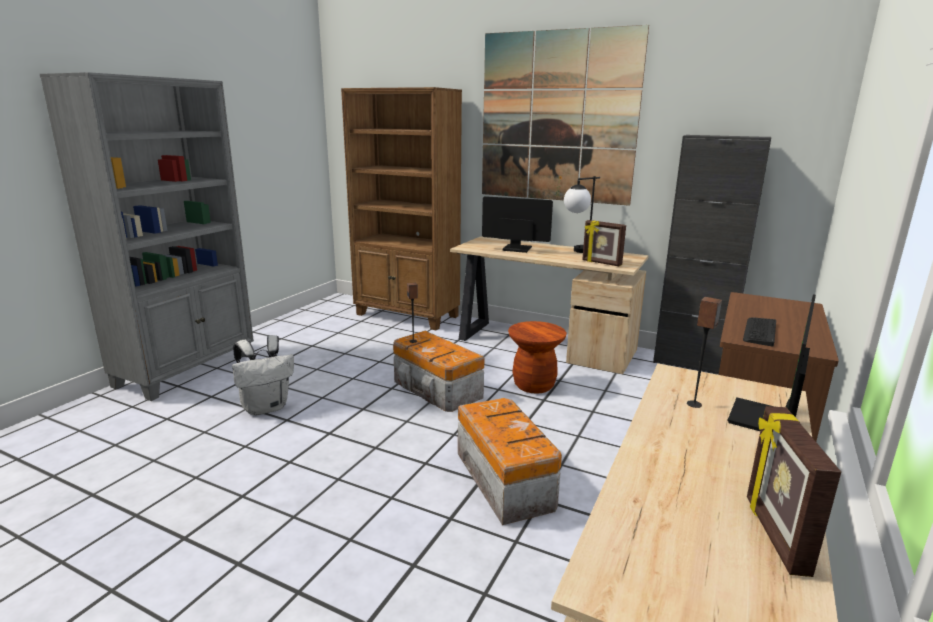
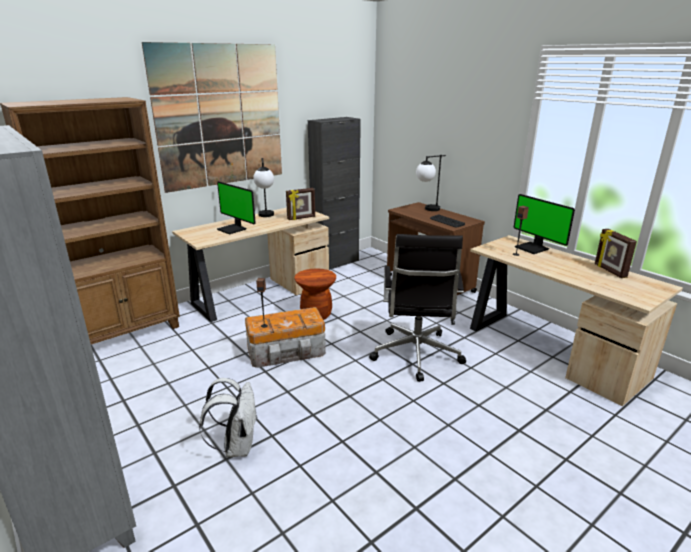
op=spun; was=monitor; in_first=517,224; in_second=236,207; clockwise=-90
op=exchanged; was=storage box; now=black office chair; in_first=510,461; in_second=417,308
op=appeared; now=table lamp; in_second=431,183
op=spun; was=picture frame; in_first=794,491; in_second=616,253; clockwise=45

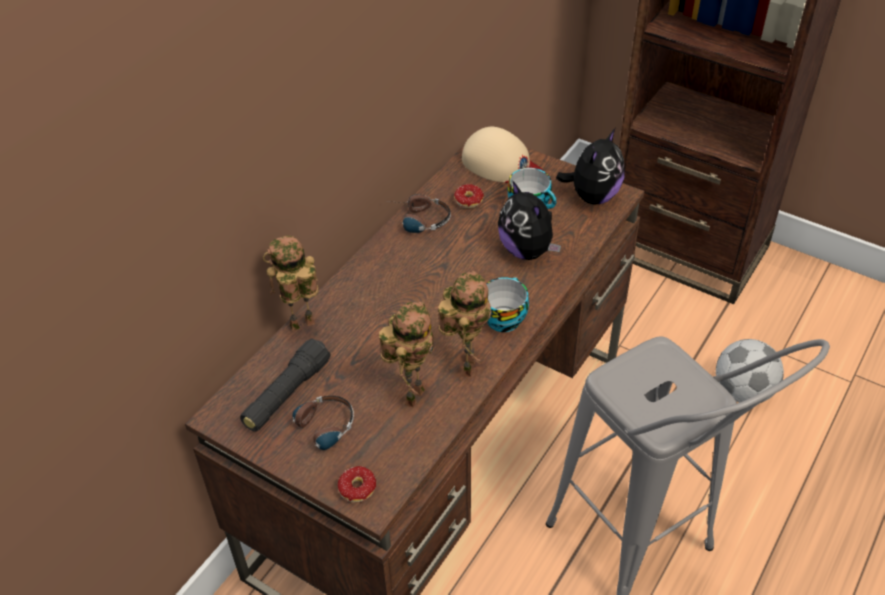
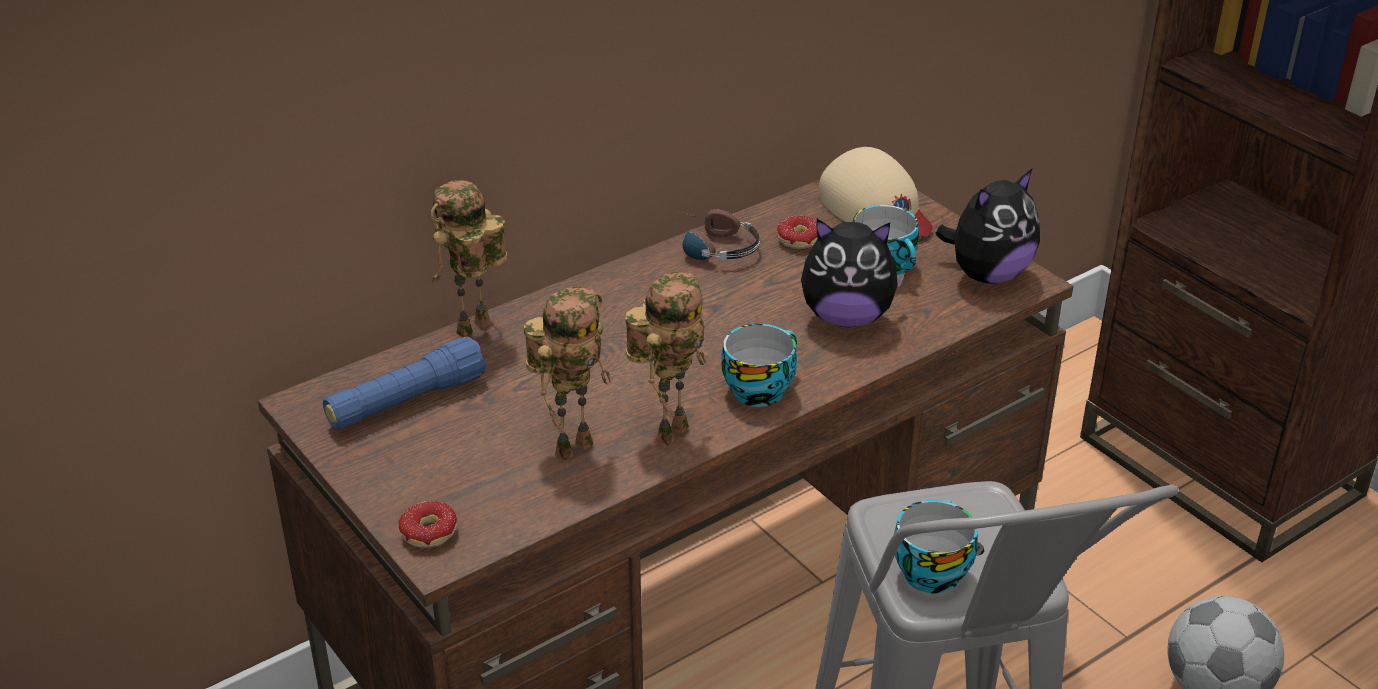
op=colour; was=black flashlight; now=blue flashlight; in_first=285,385; in_second=404,383
op=spun; was=toy robot; in_first=291,283; in_second=468,258; clockwise=-45
op=spun; was=plush toy; in_first=529,220; in_second=853,273; clockwise=-75
op=appeared; now=cup; in_second=936,546
op=missing; was=headphones; in_first=314,423

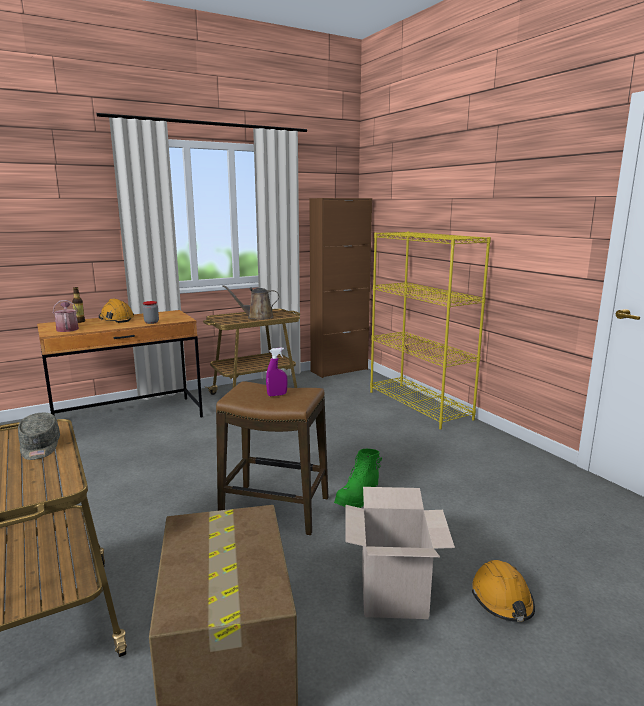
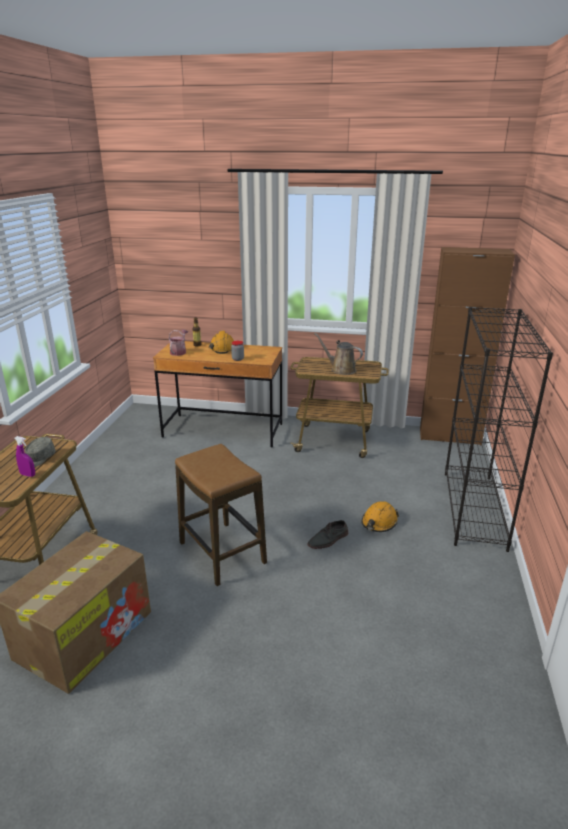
op=relocated; was=purple spray bottle; in_first=277,372; in_second=24,456
op=appeared; now=grey shoe; in_second=328,534
op=relocated; was=orange hard hat; in_first=503,591; in_second=380,516
op=colour; was=yellow bookcase; now=black bookcase; in_first=430,330; in_second=499,429
op=missing; was=green boot; in_first=358,478
op=missing; was=cardboard box; in_first=400,553

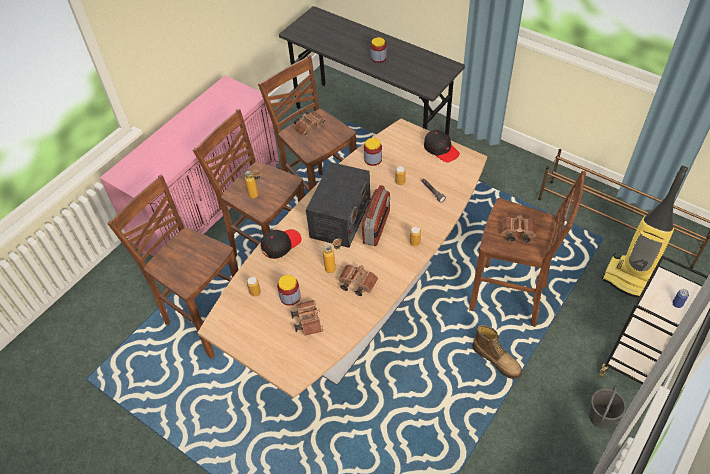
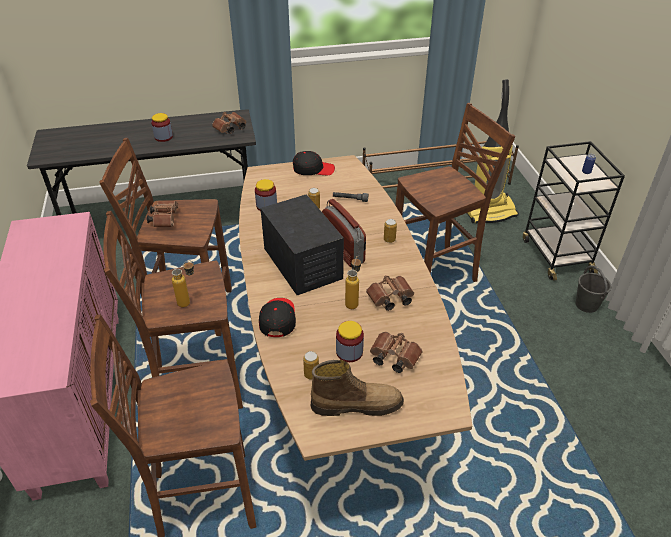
op=relocated; was=brown binoculars; in_first=518,229; in_second=229,123
op=relocated; was=boot; in_first=497,352; in_second=357,388

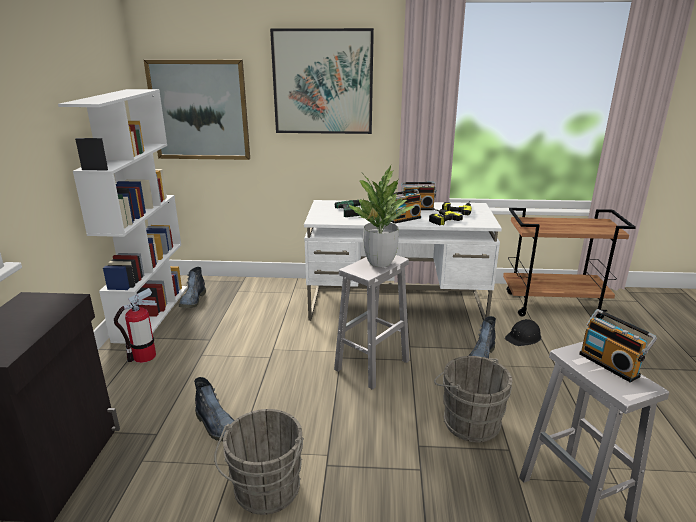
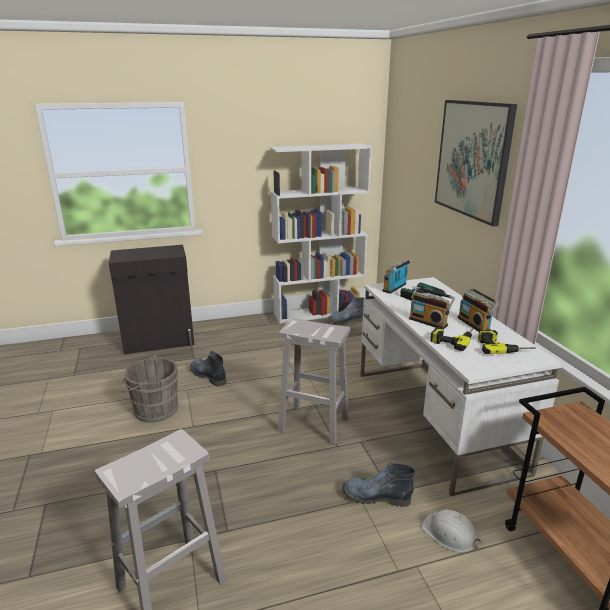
op=spun; was=boot; in_first=214,409; in_second=208,369; clockwise=105
op=relocated; was=radio; in_first=618,346; in_second=397,276
op=colour; was=black hard hat; now=white hard hat; in_first=523,332; in_second=451,531
op=missing; was=fire extinguisher; in_first=135,325
op=missing; was=picture; in_first=197,109
op=missing; was=potted plant; in_first=381,216
op=missing; was=grey bucket; in_first=473,399

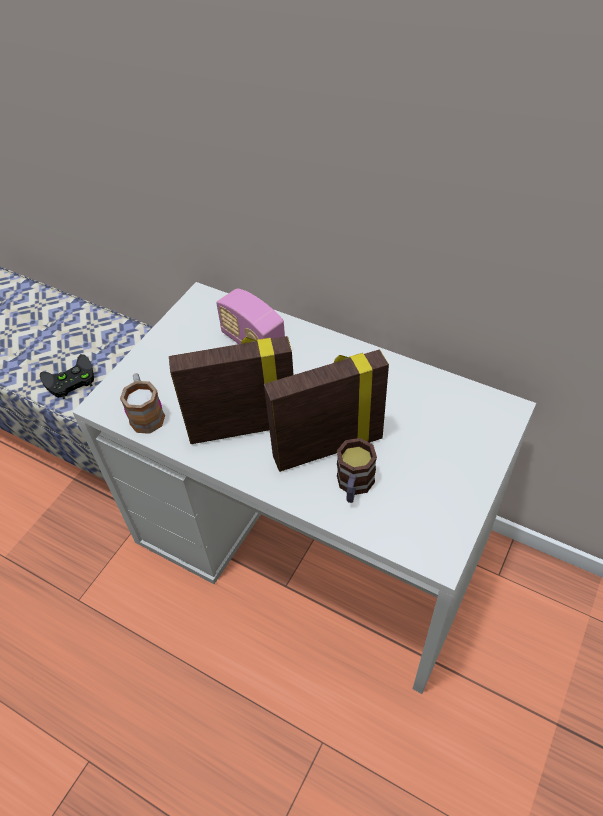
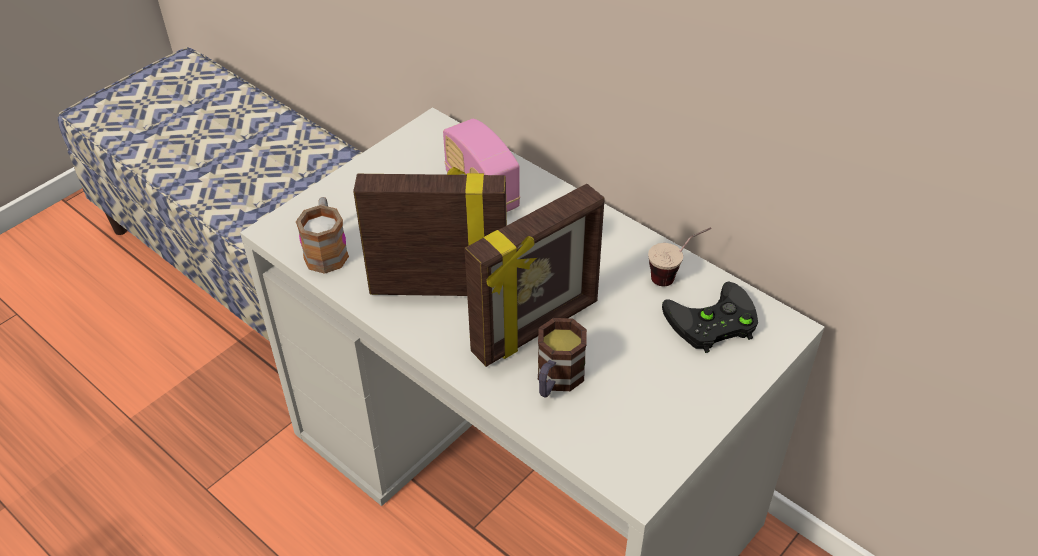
op=spun; was=picture frame; in_first=326,410; in_second=534,275; clockwise=150
op=appeared; now=cup; in_second=679,256
op=relocated; was=black game controller; in_first=67,376; in_second=710,317

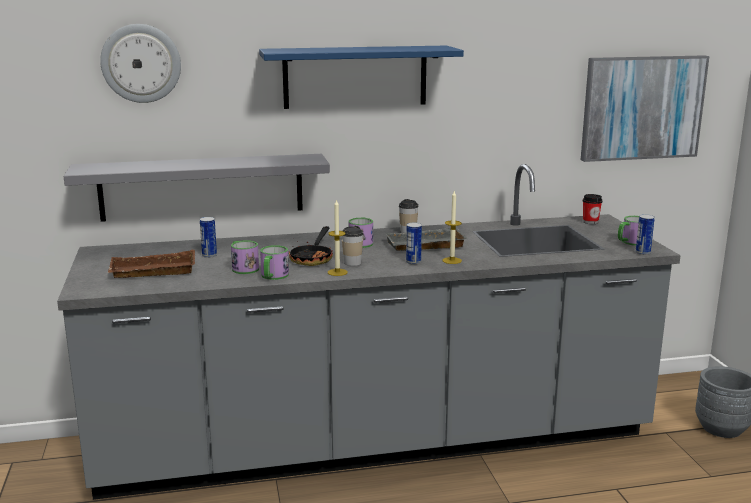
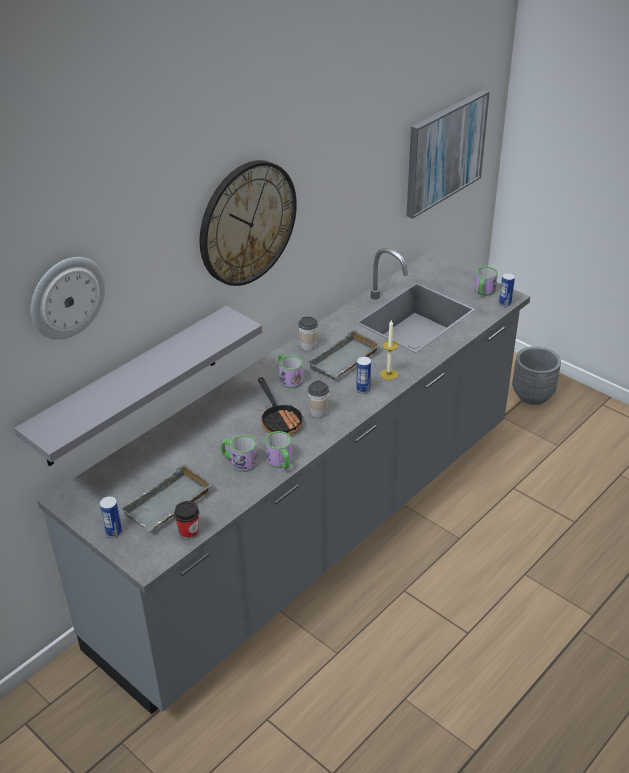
op=relocated; was=can; in_first=208,237; in_second=111,517
op=colour; was=brown tray; now=grey tray; in_first=152,264; in_second=167,497
op=relocated; was=cup; in_first=593,209; in_second=186,520
op=exchanged; was=blue shelf; now=wall clock; in_first=361,77; in_second=248,223
op=missing; was=candle; in_first=338,237

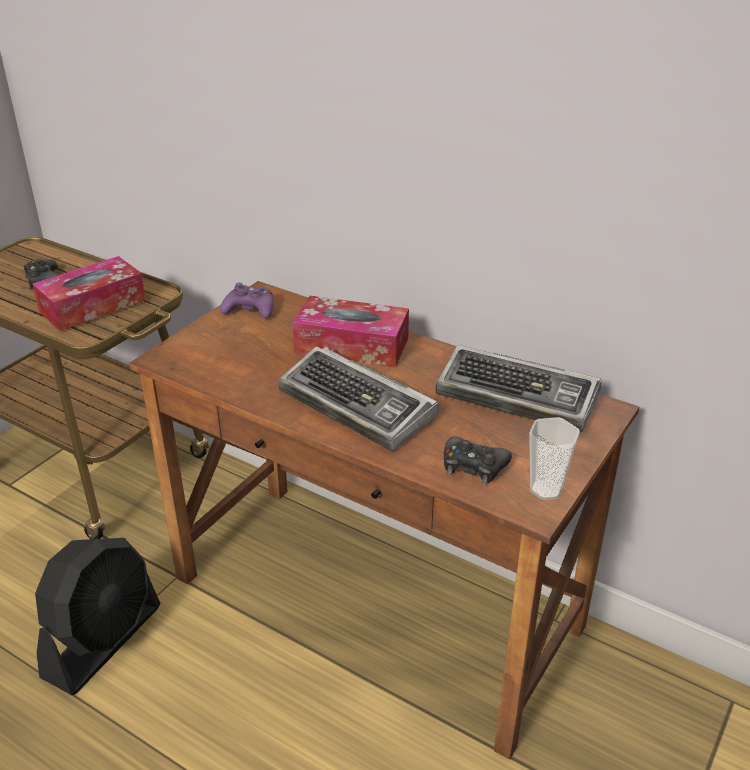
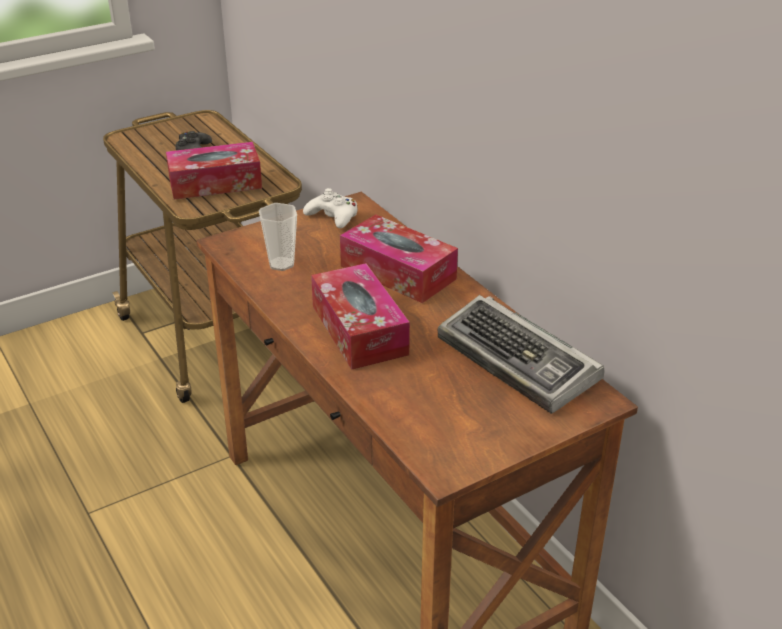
op=relocated; was=cup; in_first=554,458; in_second=278,237
op=colour; was=purple game controller; now=white game controller; in_first=247,301; in_second=330,208
op=exchanged; was=keyboard; now=tissue box; in_first=358,399; in_second=360,316
op=missing; was=black fan; in_first=97,616
op=missing; was=black game controller; in_first=478,460

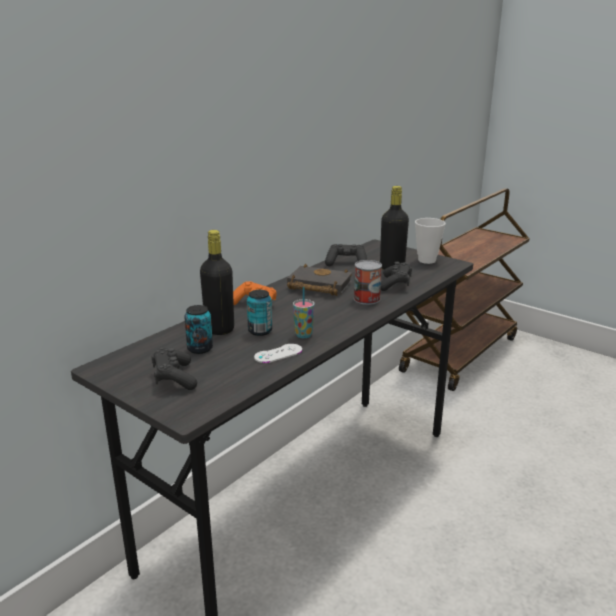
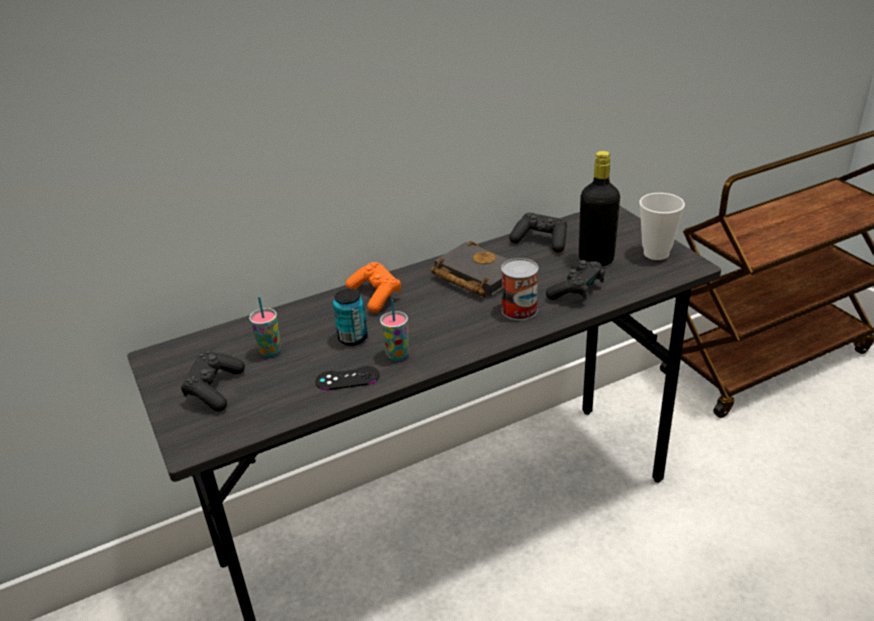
op=exchanged; was=can; now=cup; in_first=198,329; in_second=265,327
op=colour; was=white game controller; now=black game controller; in_first=278,353; in_second=347,378
op=missing; was=black bottle; in_first=217,282

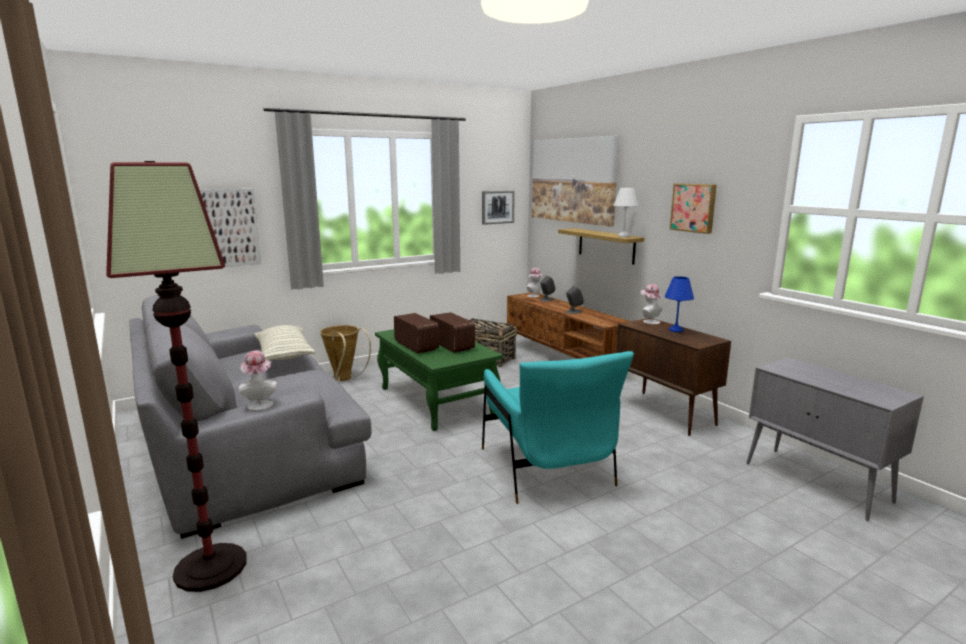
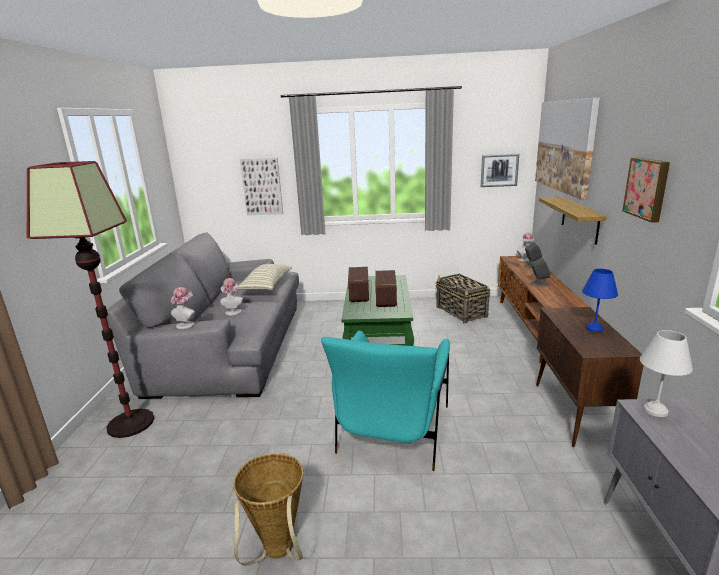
op=relocated; was=hat; in_first=651,304; in_second=231,296
op=relocated; was=basket; in_first=345,353; in_second=268,509
op=relocated; was=white table lamp; in_first=626,212; in_second=666,373

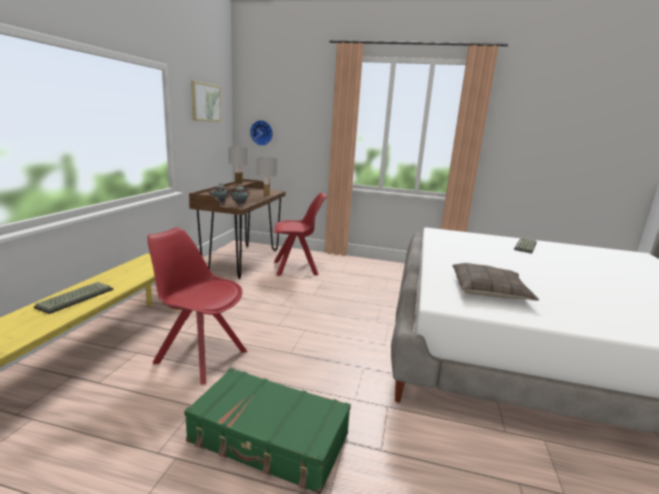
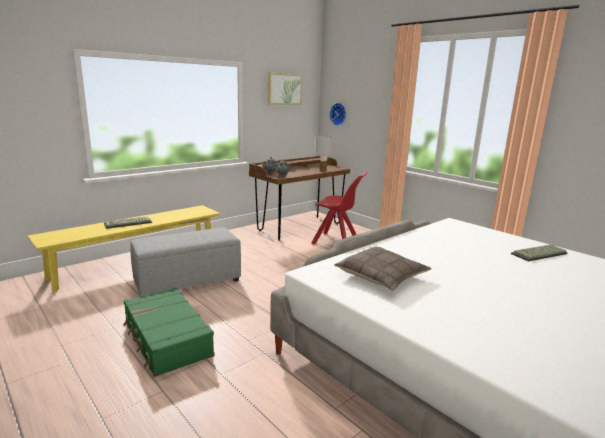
op=exchanged; was=red chair; now=grey ottoman; in_first=197,306; in_second=185,262
op=missing; was=white table lamp; in_first=238,165

